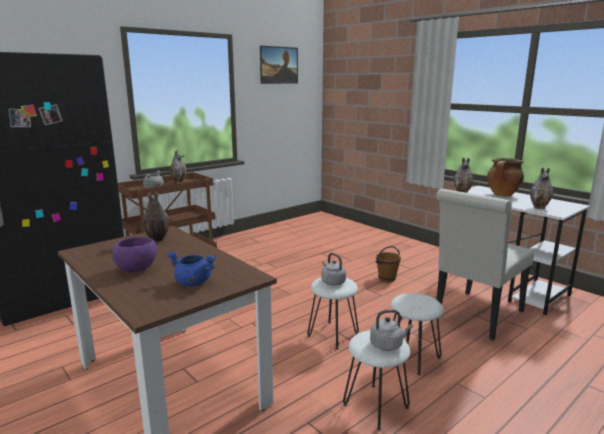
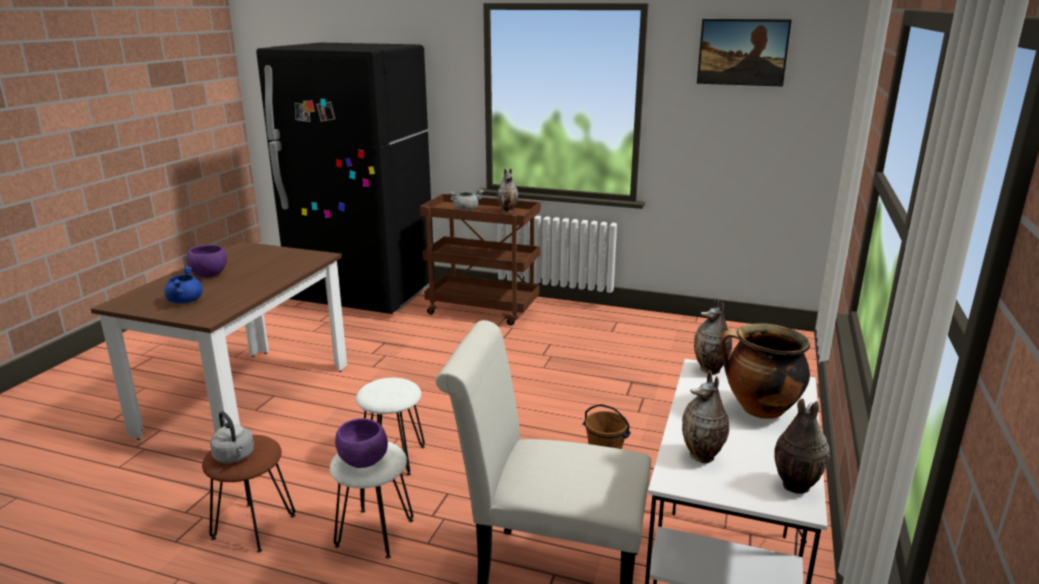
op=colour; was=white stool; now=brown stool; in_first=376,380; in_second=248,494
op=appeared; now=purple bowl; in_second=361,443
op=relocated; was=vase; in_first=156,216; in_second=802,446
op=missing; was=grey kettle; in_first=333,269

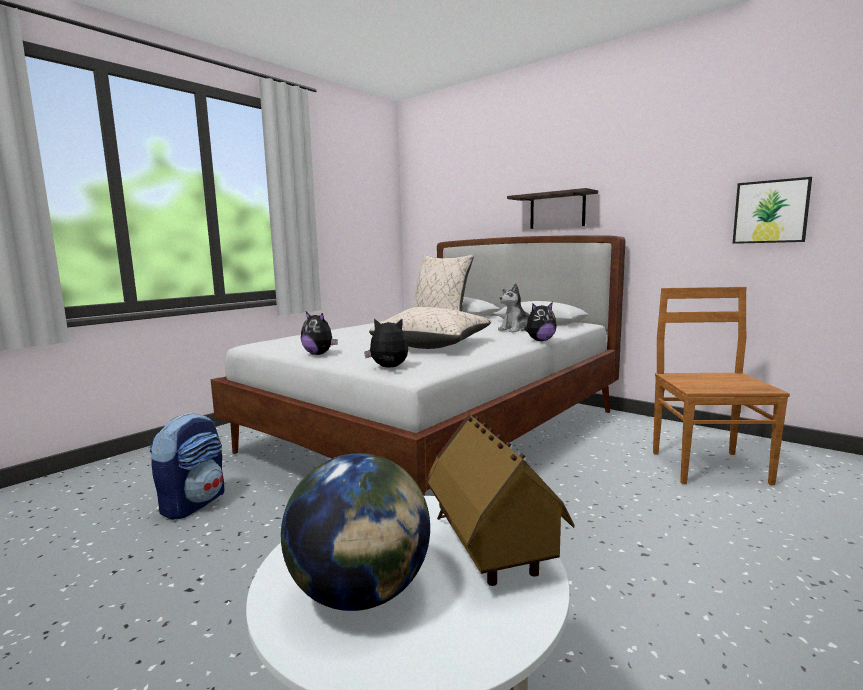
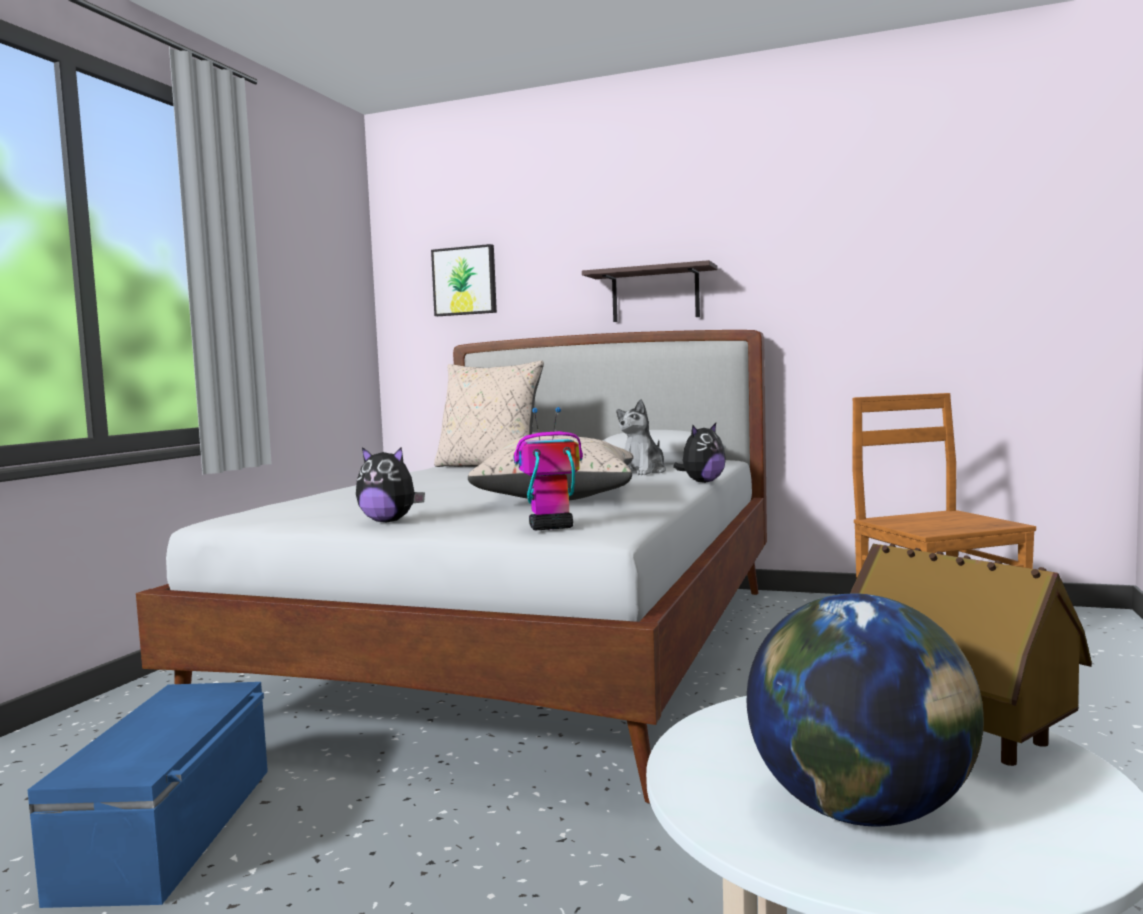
op=exchanged; was=backpack; now=blue storage box; in_first=187,466; in_second=148,795
op=relocated; was=picture; in_first=772,210; in_second=464,280
op=exchanged; was=plush toy; now=toy robot; in_first=386,342; in_second=548,468

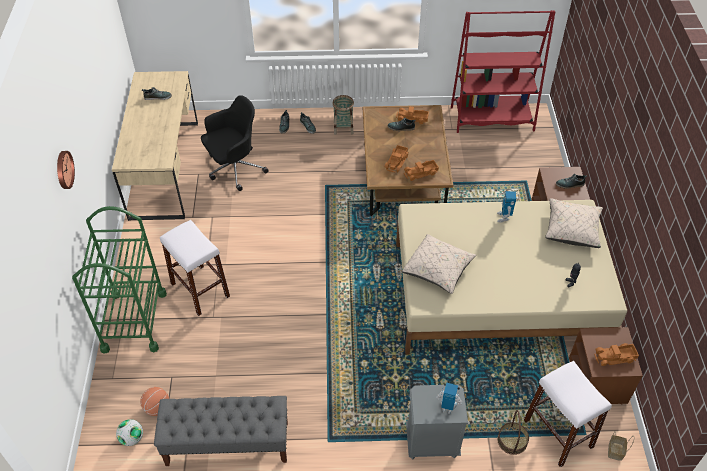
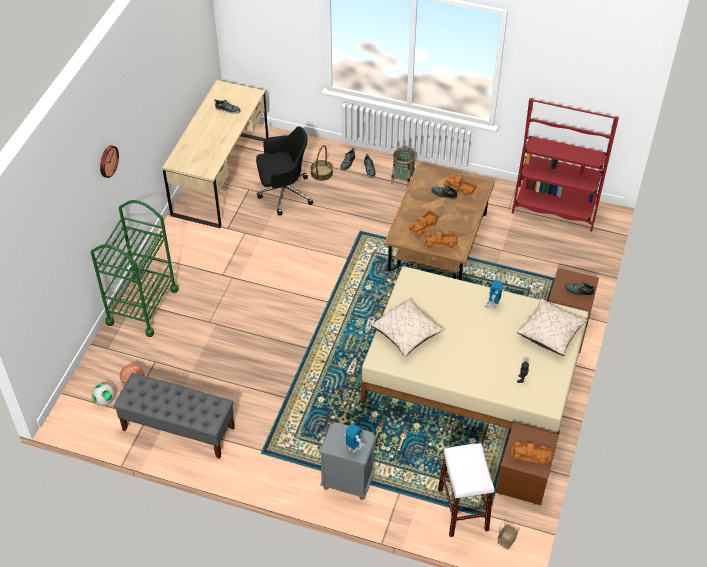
op=relocated; was=basket; in_first=513,432; in_second=322,163
op=missing; was=white stool; in_first=195,268

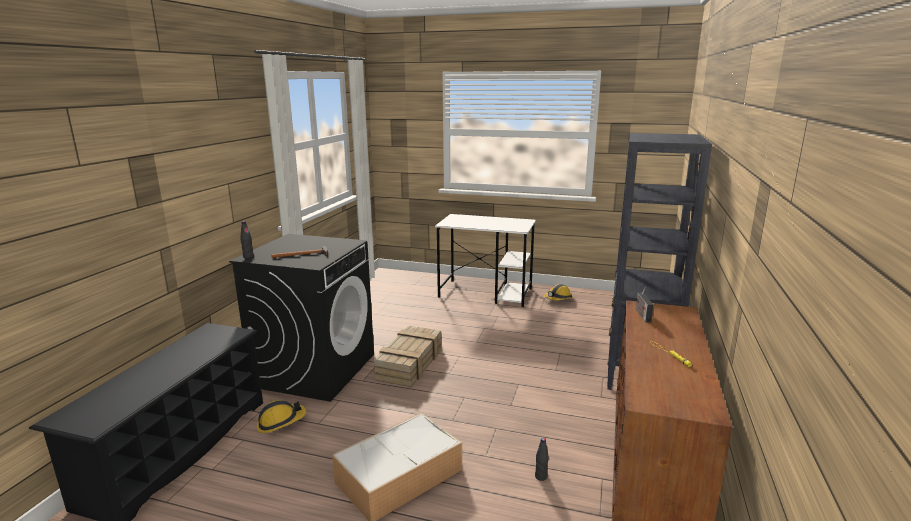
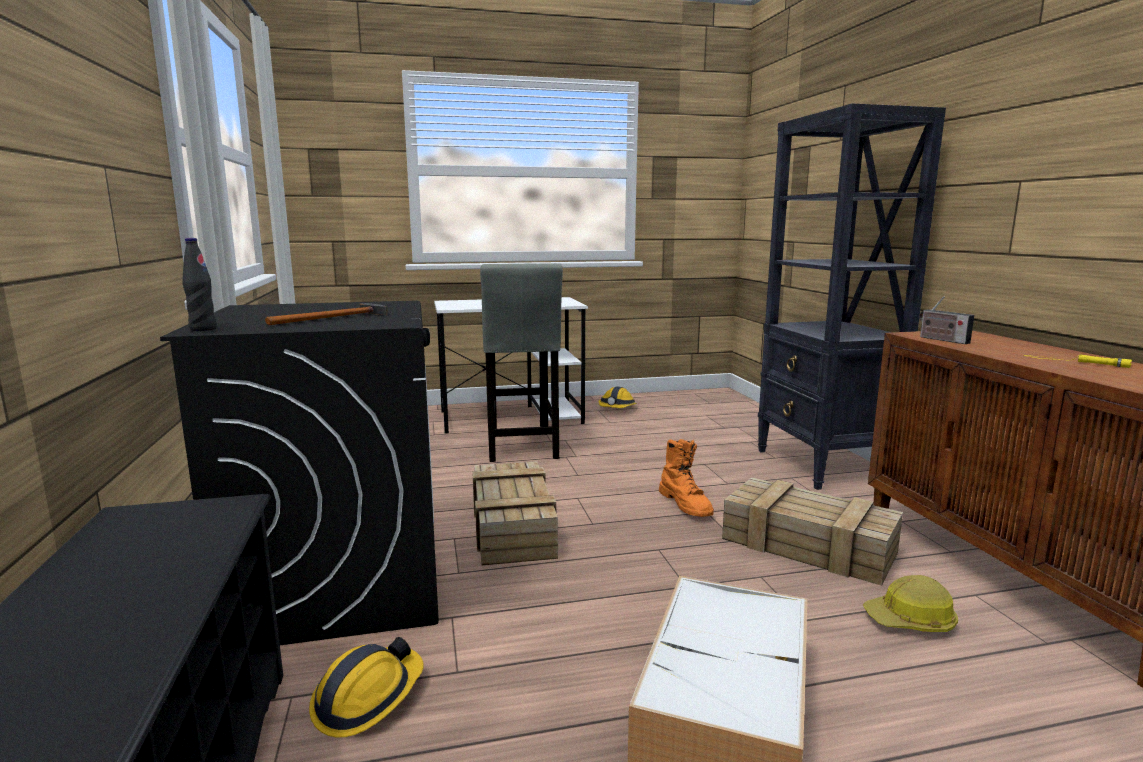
op=appeared; now=grey stool; in_second=521,362
op=appeared; now=orange boot; in_second=686,478
op=appeared; now=crate; in_second=812,531
op=exchanged; was=black bottle; now=hard hat; in_first=542,459; in_second=910,603

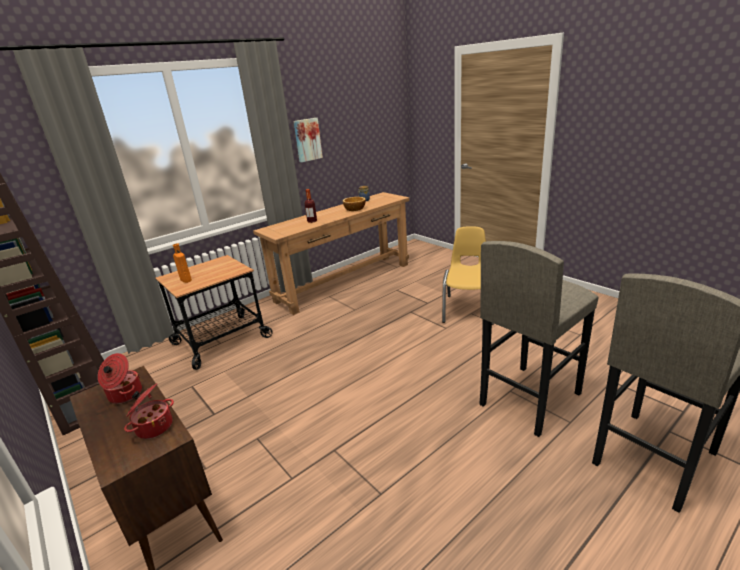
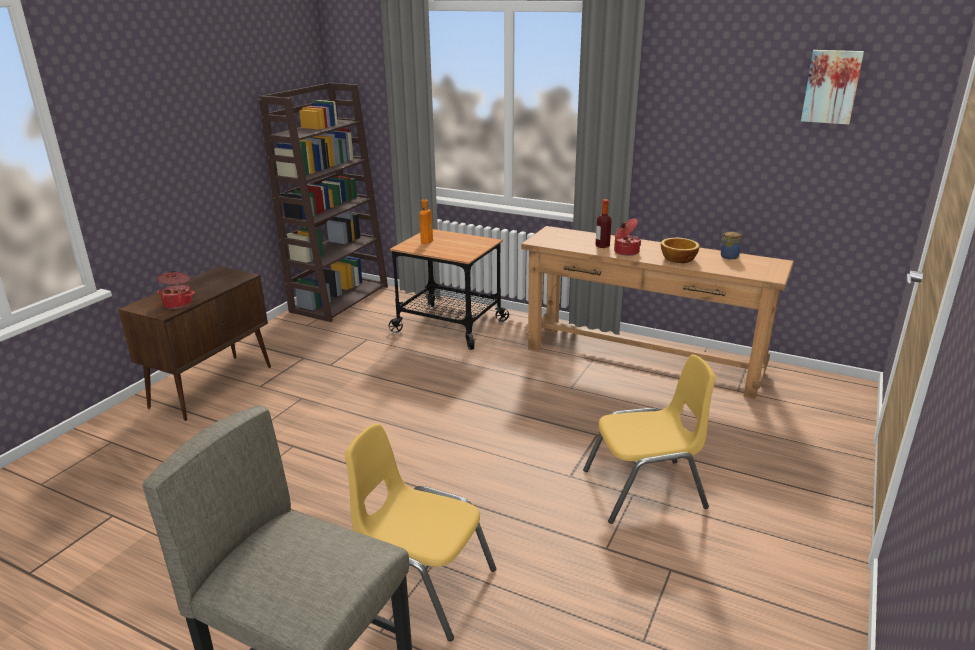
op=exchanged; was=grey stool; now=yellow chair; in_first=538,339; in_second=420,532
op=relocated; was=cooking pot; in_first=120,378; in_second=627,237
op=relocated; was=picture; in_first=308,140; in_second=832,87

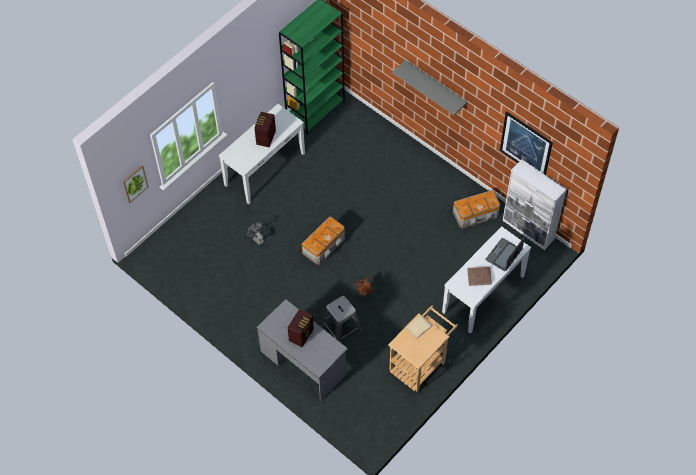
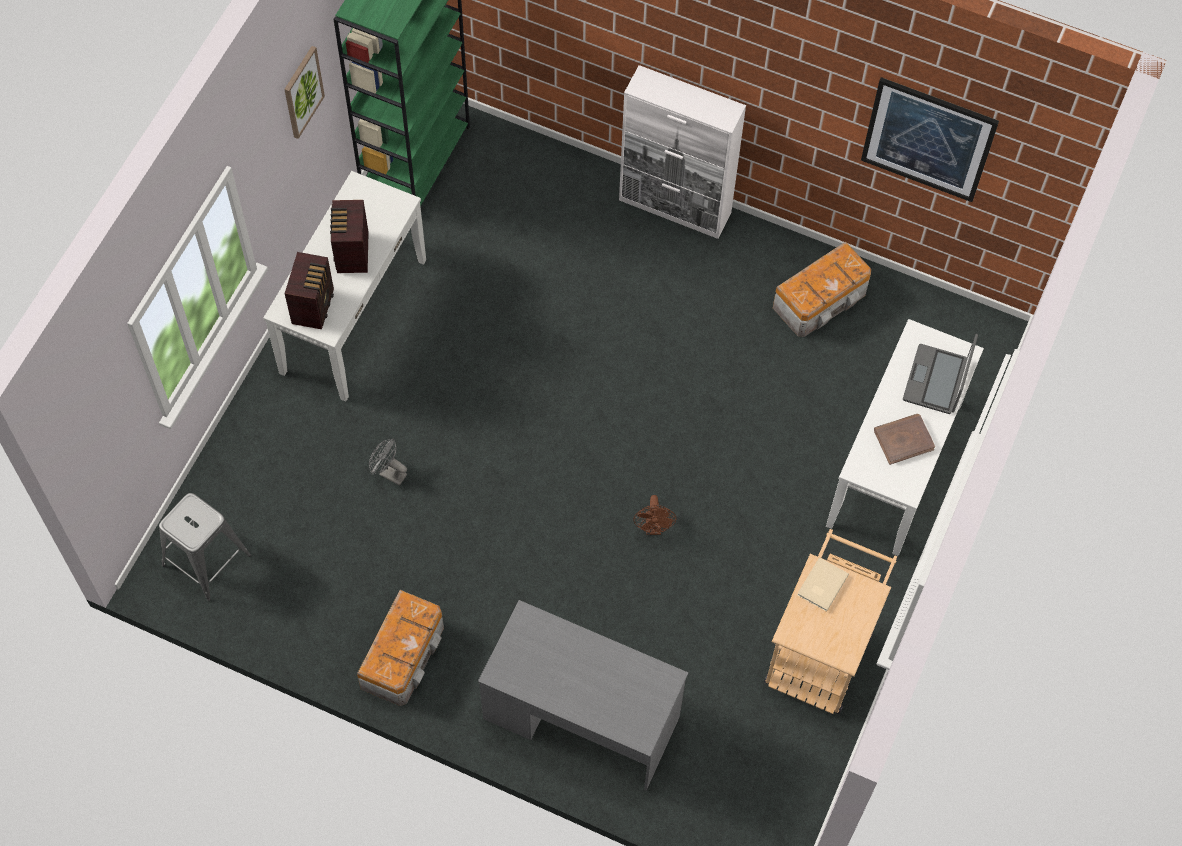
op=relocated; was=grey stool; in_first=341,319; in_second=205,547
op=relocated; was=picture; in_first=135,184; in_second=304,92
op=relocated; was=radio; in_first=301,328; in_second=309,290
op=relocated; was=storage box; in_first=323,240; in_second=400,648
op=relocated; was=white cabinet; in_first=535,204; in_second=682,152
op=missing; was=grey shelf; in_first=430,88

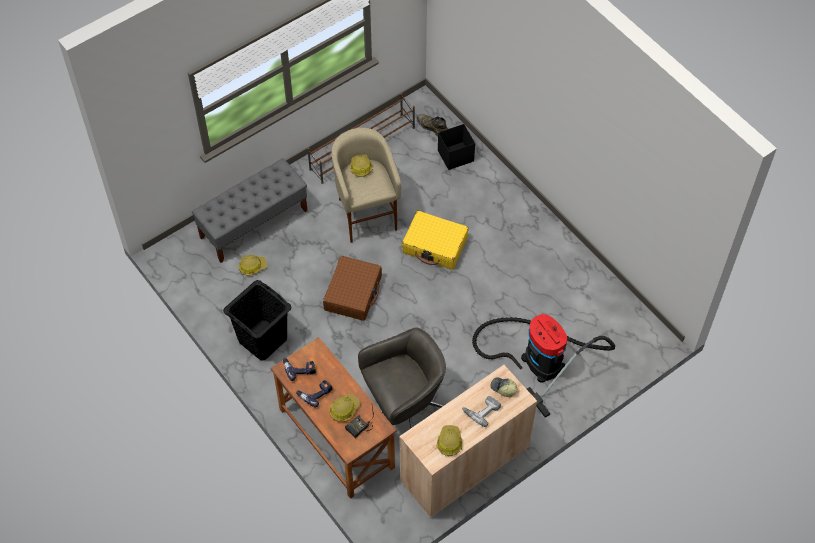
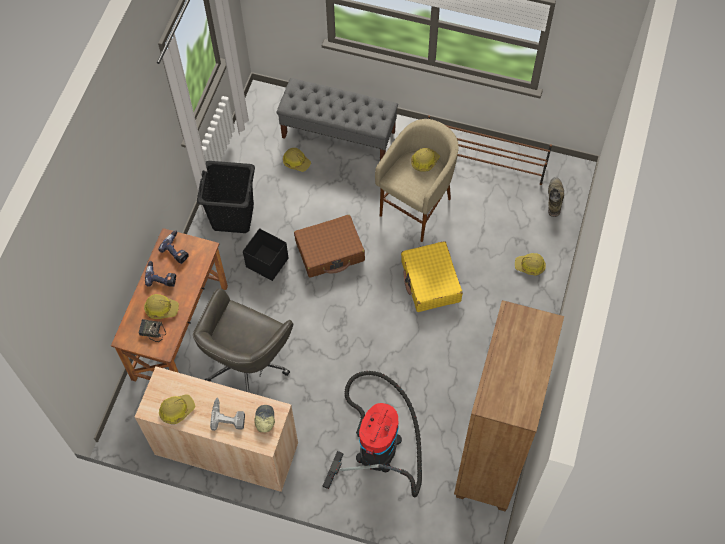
op=spun; was=grey office chair; in_first=402,377; in_second=243,340; clockwise=90
op=relocated; was=black storage box; in_first=456,147; in_second=266,254
op=appeared; now=brown bookcase; in_second=509,405
op=appeared; now=hard hat; in_second=530,264

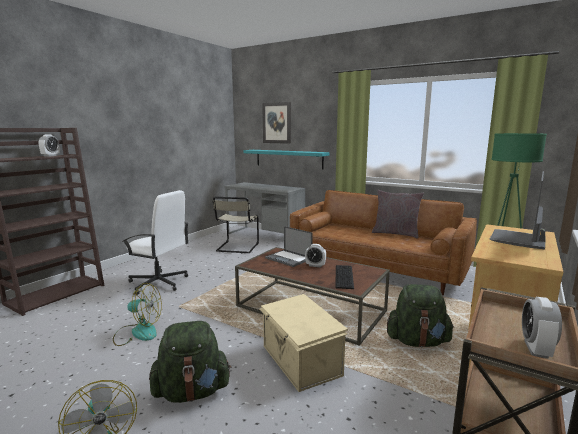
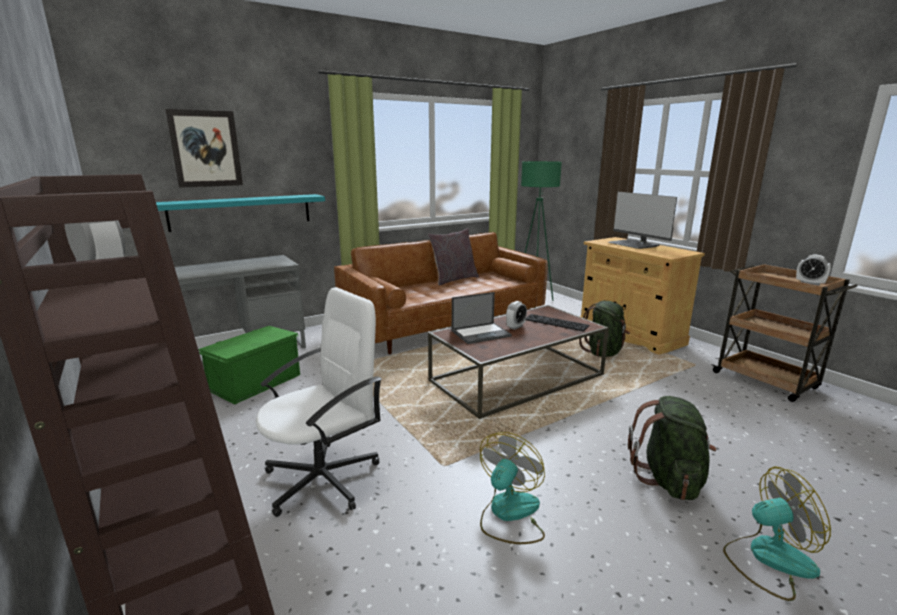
op=exchanged; was=beige chair; now=green storage box; in_first=236,225; in_second=249,365
op=missing; was=beige storage box; in_first=304,343

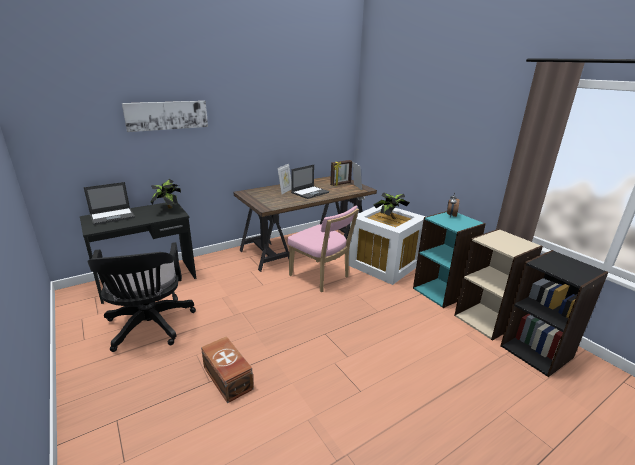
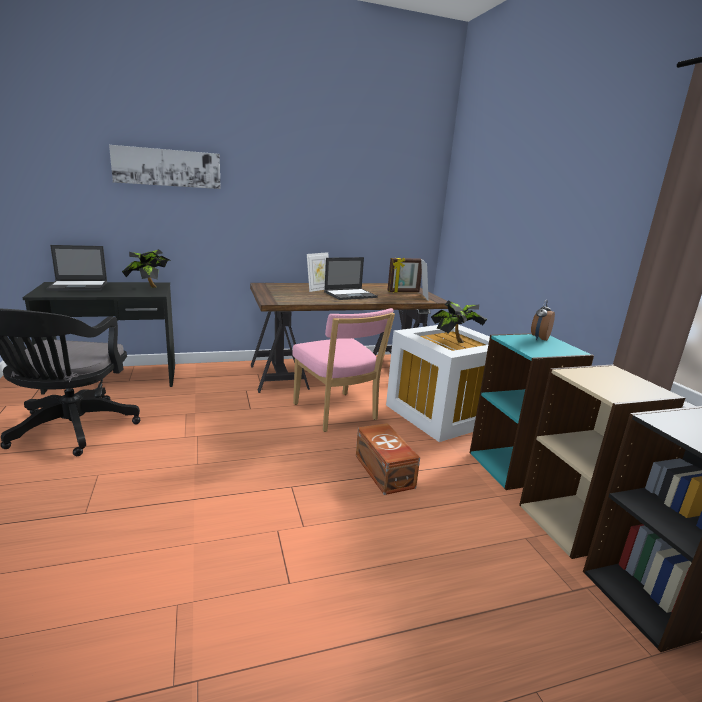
op=relocated; was=brown storage box; in_first=227,369; in_second=388,459

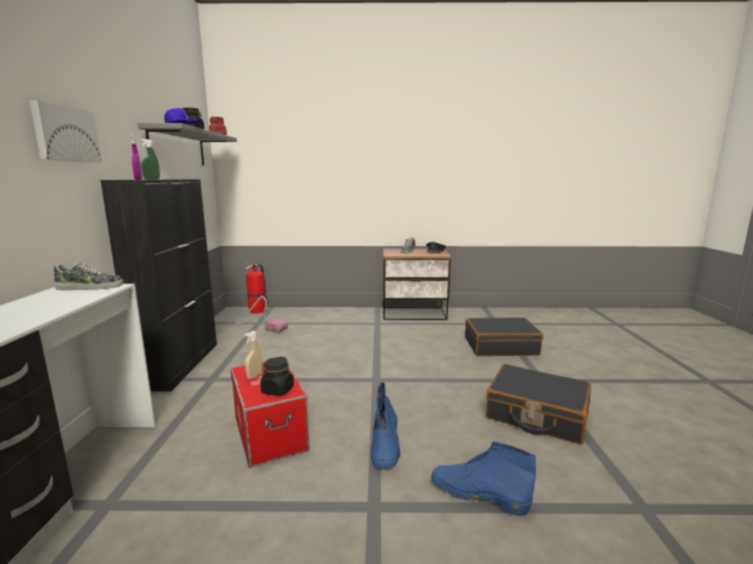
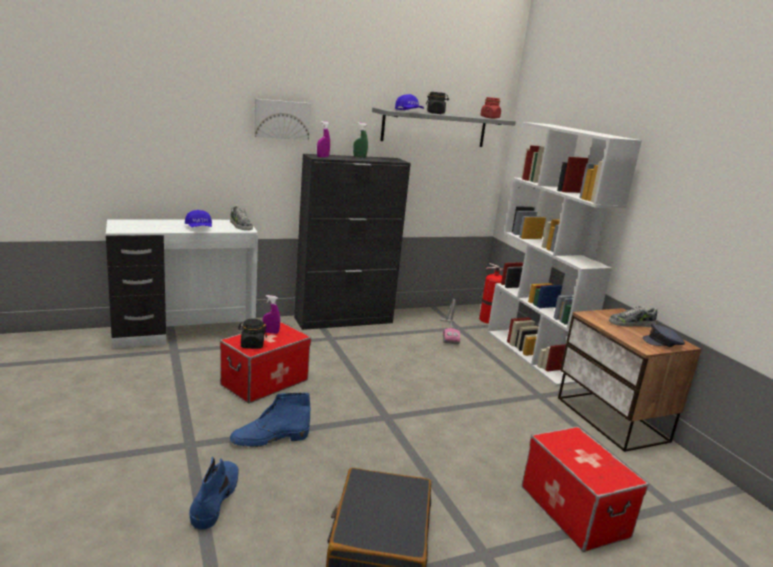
op=appeared; now=blue cap; in_second=198,218
op=colour; was=beige spray bottle; now=purple spray bottle; in_first=253,355; in_second=271,314
op=appeared; now=white bookcase; in_second=564,254
op=exchanged; was=black suitcase; now=storage box; in_first=504,336; in_second=585,489

